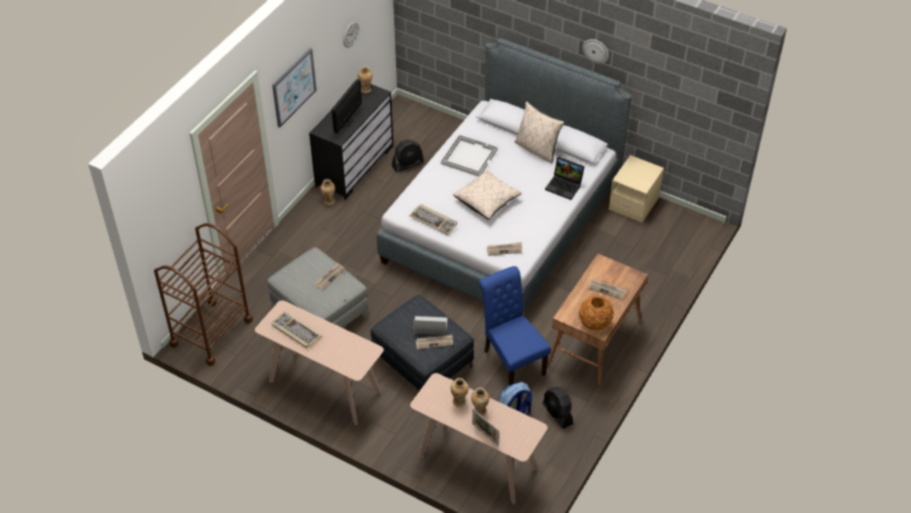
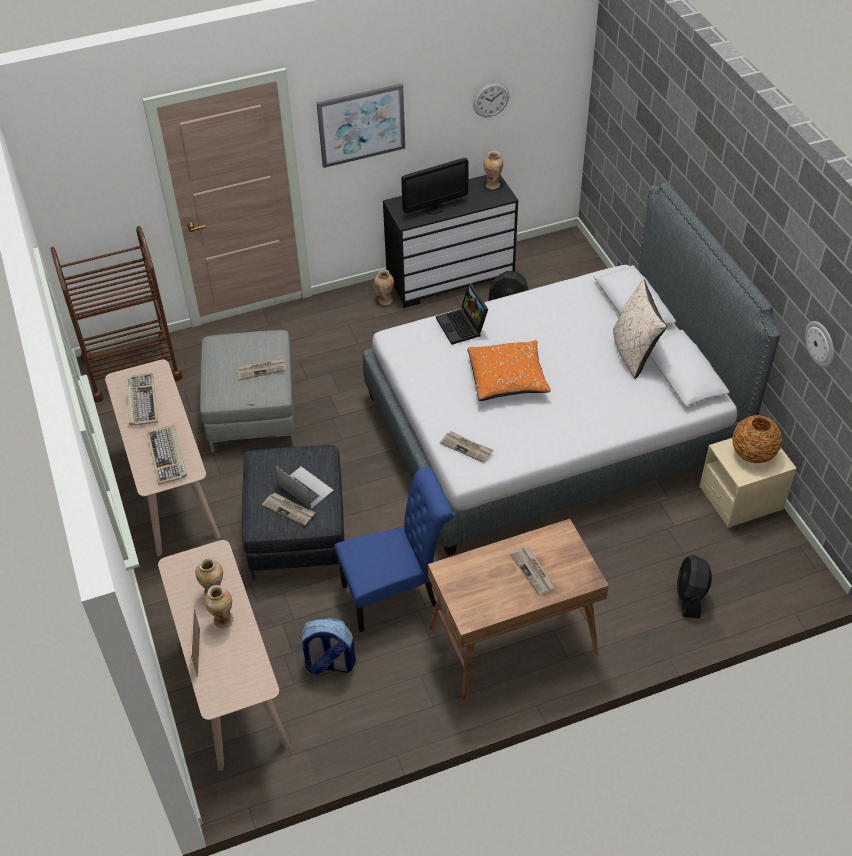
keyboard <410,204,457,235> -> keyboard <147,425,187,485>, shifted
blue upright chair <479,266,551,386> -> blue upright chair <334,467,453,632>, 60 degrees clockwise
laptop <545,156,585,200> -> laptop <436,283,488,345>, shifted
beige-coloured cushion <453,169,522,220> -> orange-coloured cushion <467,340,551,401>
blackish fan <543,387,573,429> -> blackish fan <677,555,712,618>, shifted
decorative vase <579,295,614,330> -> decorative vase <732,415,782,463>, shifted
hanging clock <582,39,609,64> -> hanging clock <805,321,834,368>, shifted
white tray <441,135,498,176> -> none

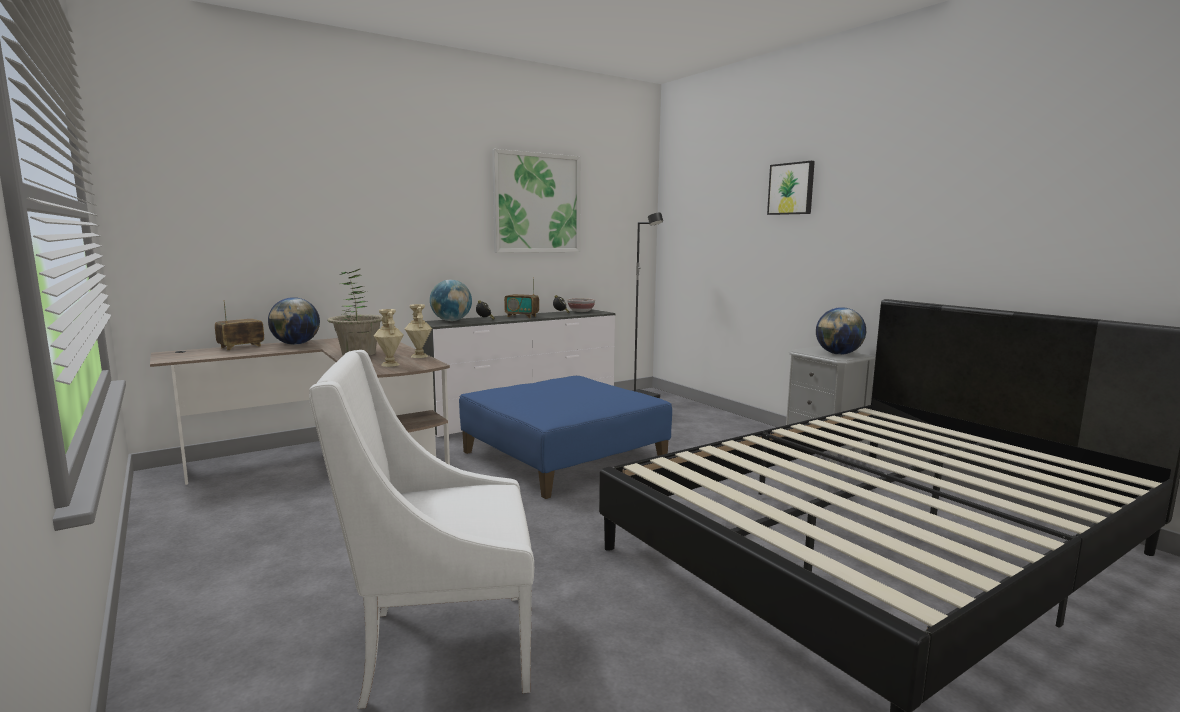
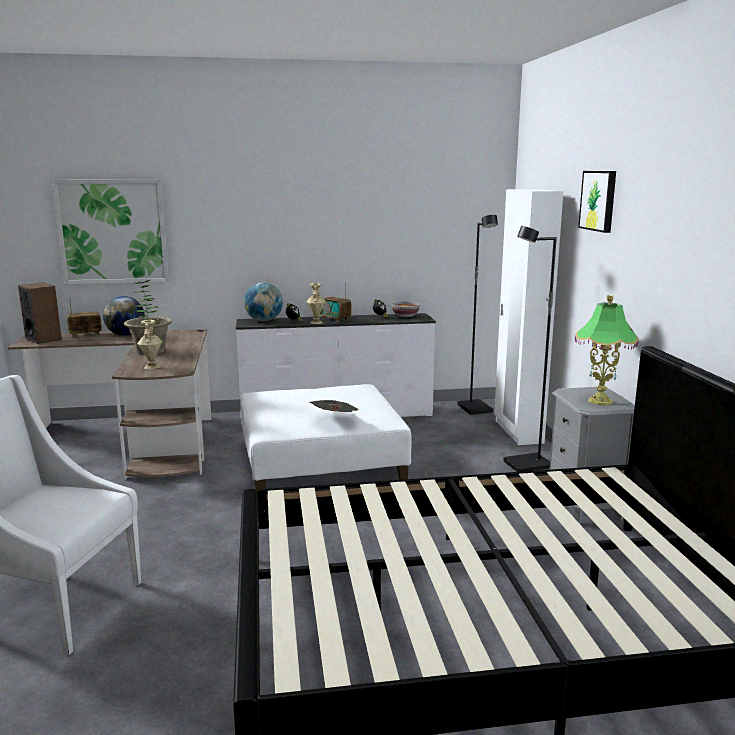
none -> audio speaker <18,283,62,344>
wall art <492,149,581,253> -> wall art <52,179,169,284>, shifted
blue footrest <459,376,672,499> -> white footrest <240,384,412,500>
beige-coloured decorative vase <405,304,432,358> -> beige-coloured decorative vase <306,283,326,324>, shifted
none -> printed paper <309,400,359,412>
none -> white clothes cupboard <494,189,564,445>
none -> blackish standing lamp <503,226,557,472>
desk globe <816,307,866,355> -> lamp for a table <575,295,639,405>

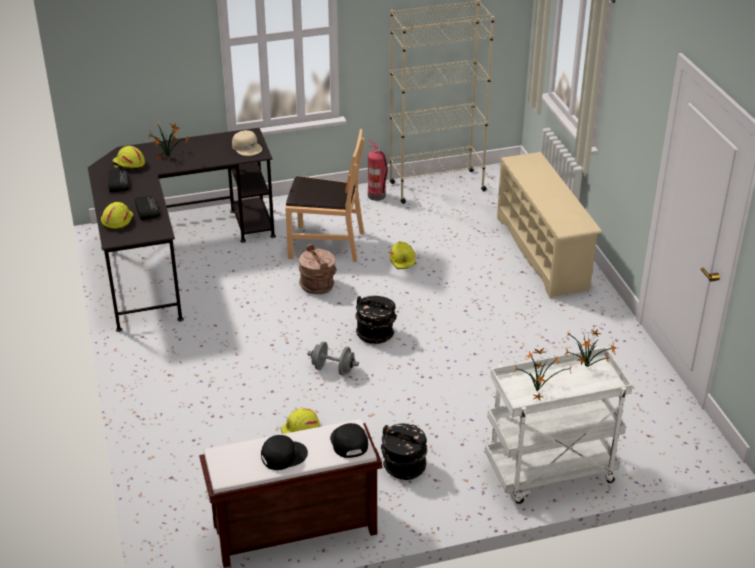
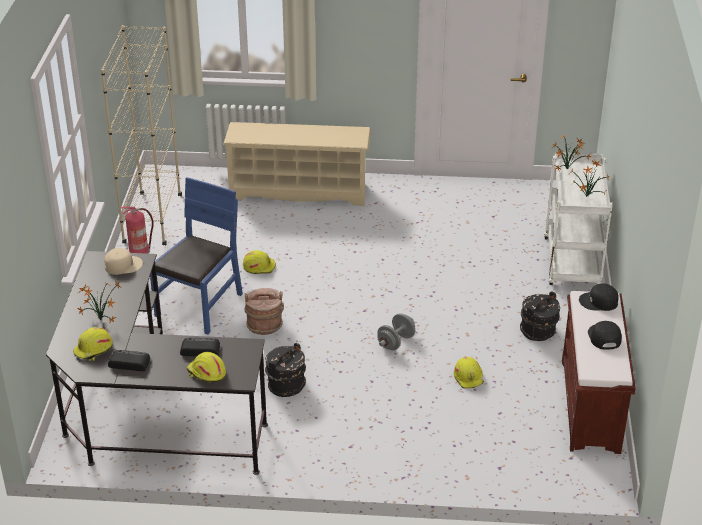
brown-coloured upright chair <285,129,365,262> -> blue upright chair <150,177,243,335>
blackish water bucket <355,296,397,344> -> blackish water bucket <265,343,306,397>, shifted

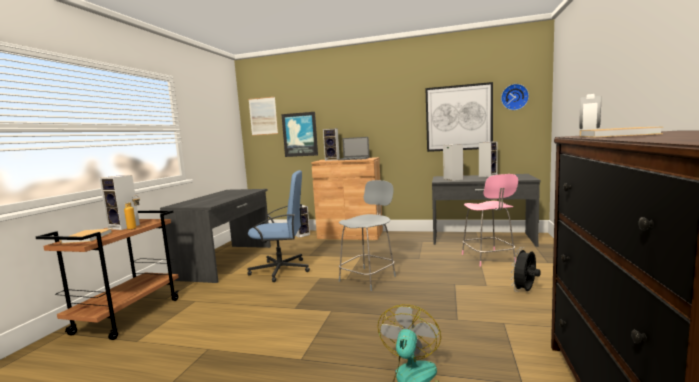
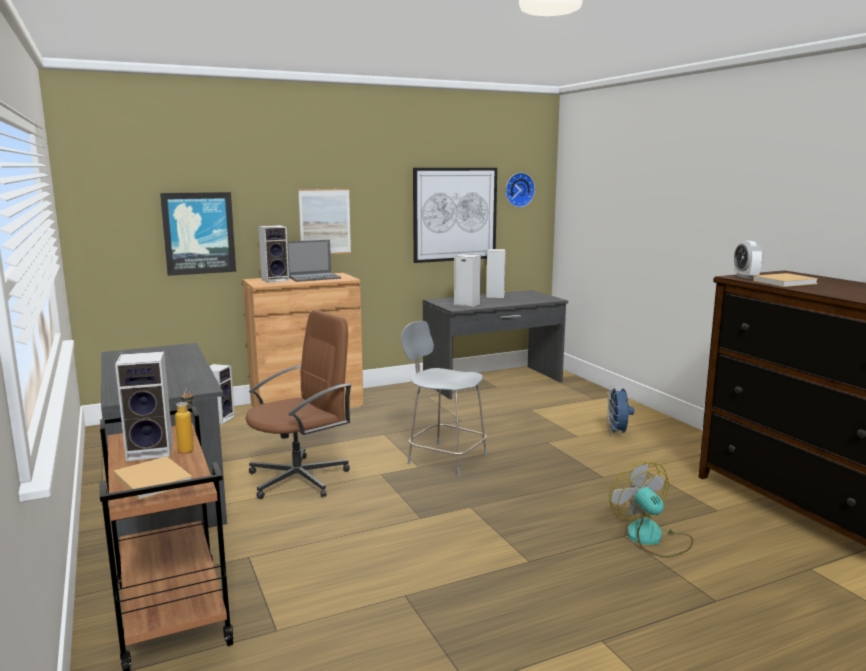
blue computer chair <247,170,310,282> -> brown-coloured computer chair <246,310,352,499>
wall art <248,97,278,136> -> wall art <298,189,351,254>, shifted
greyish upright chair <339,180,396,291> -> greyish upright chair <401,321,487,477>, 60 degrees counterclockwise
blackish fan <511,247,541,292> -> blue fan <606,385,634,436>
pink-coloured upright chair <462,174,518,267> -> none

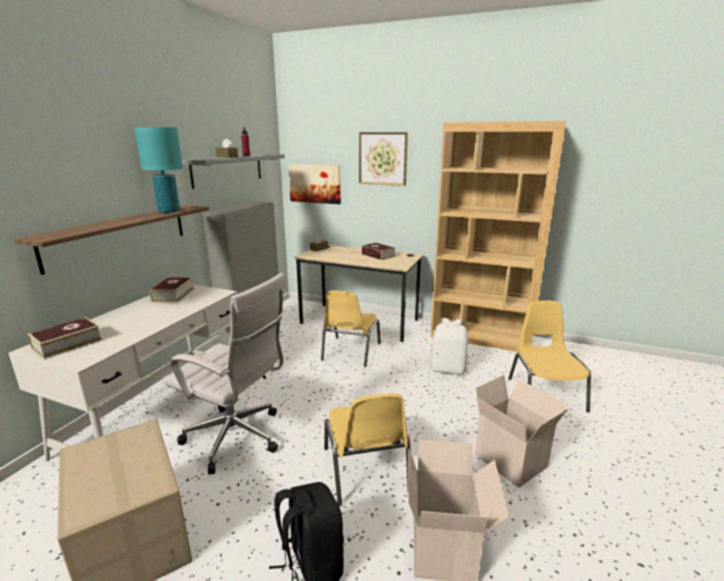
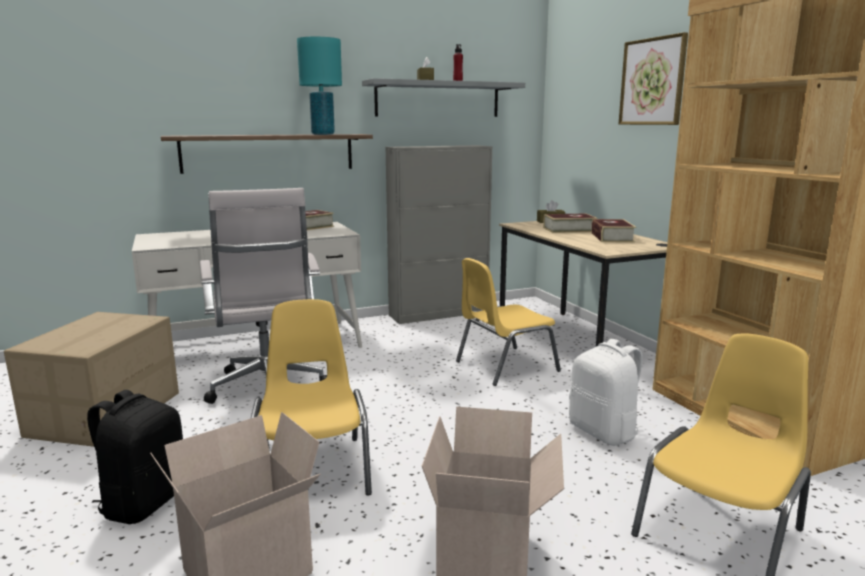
yellow upright chair <324,393,410,506> -> yellow upright chair <251,299,372,495>, 135 degrees clockwise
volume <28,317,103,359> -> volume <543,214,597,233>, shifted
wall art <288,164,341,204> -> none

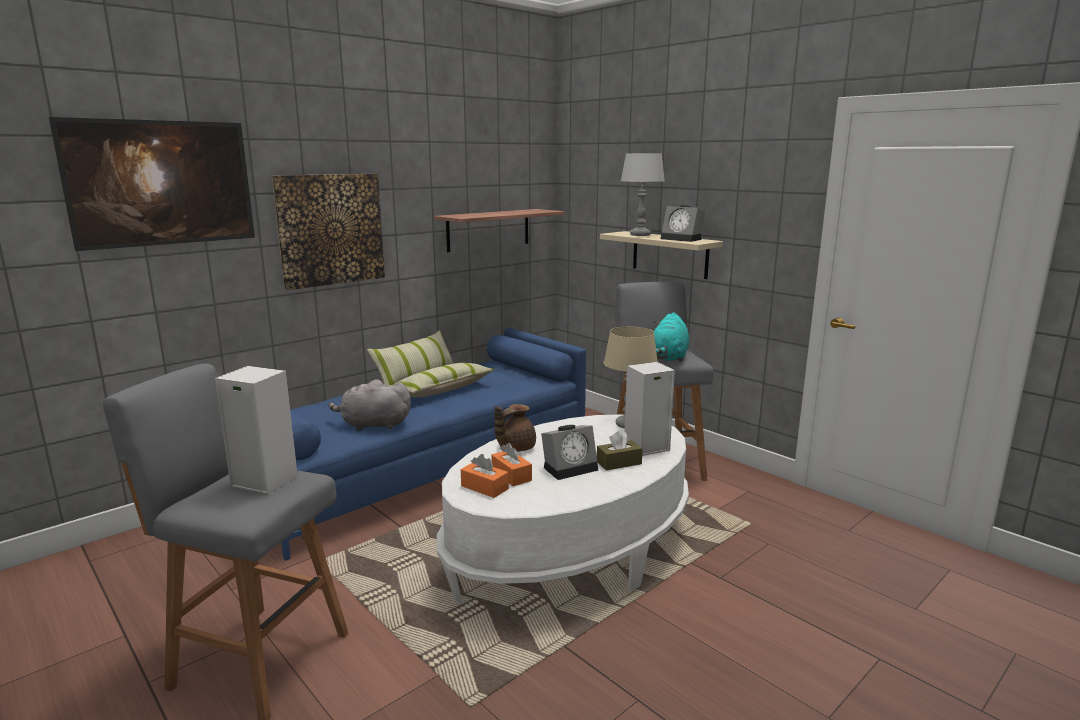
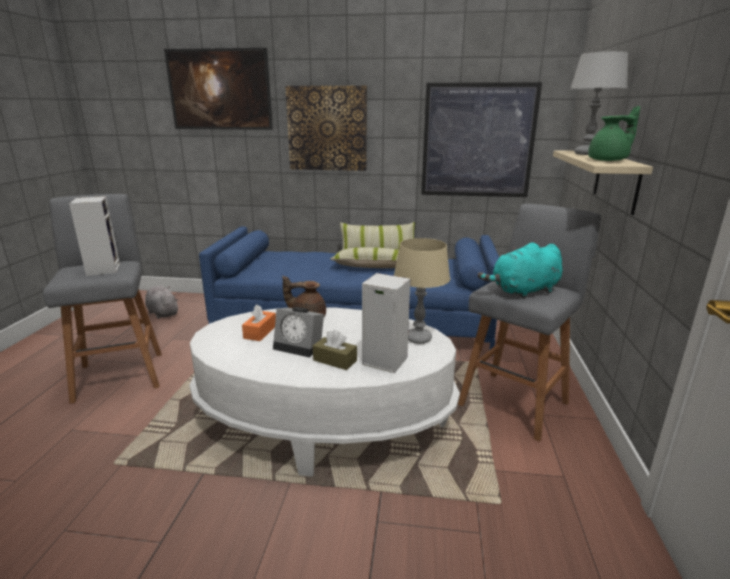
greyish soft toy <328,379,411,431> -> greyish soft toy <145,285,178,319>, shifted
bracket shelf <434,209,565,252> -> wall art <421,82,542,197>
bedside clock <661,205,705,242> -> greenish teapot <588,106,640,161>
orange-coloured tissue holder <461,454,509,498> -> none

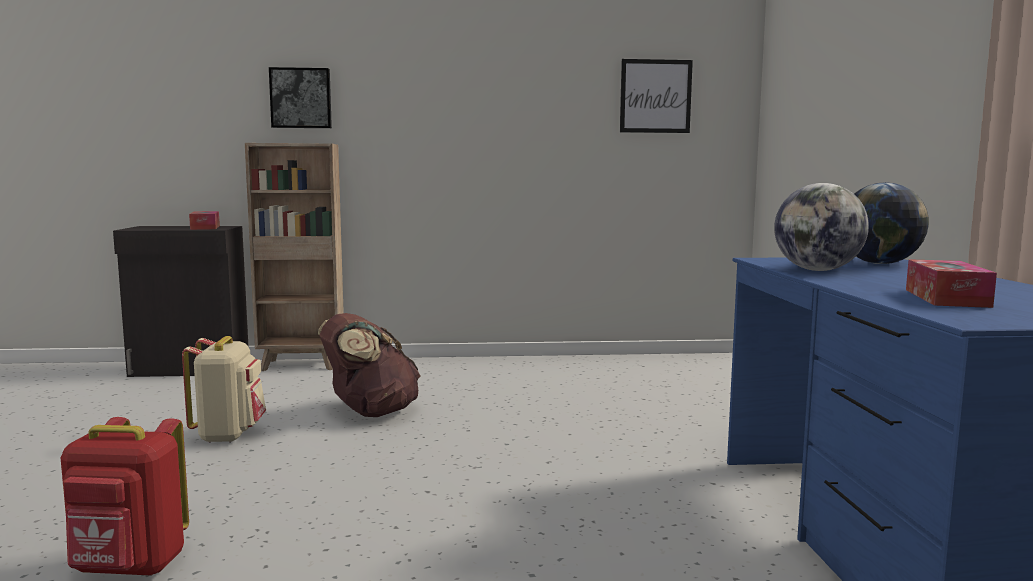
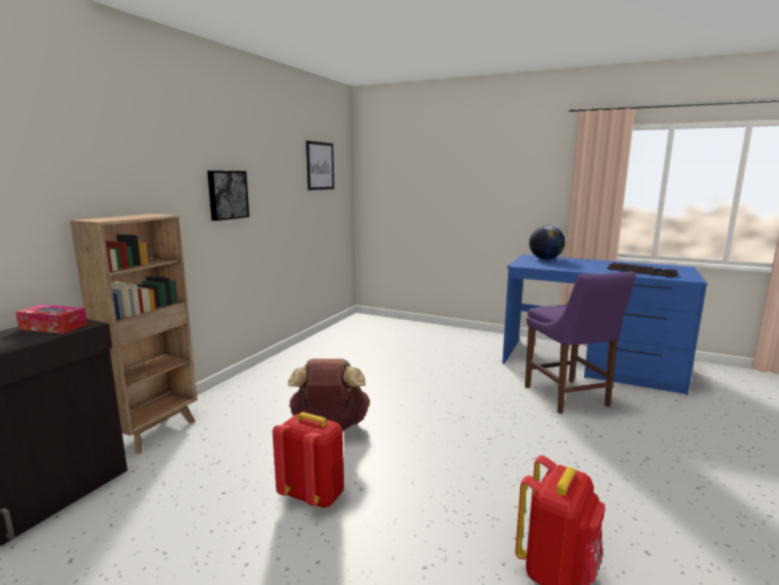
wall art <269,67,332,128> -> wall art <207,171,249,221>, shifted
beige-coloured rucksack <182,336,266,443> -> red rucksack <272,412,344,508>
none -> purple upright chair <525,272,636,414>
tissue holder <906,259,997,308> -> keyboard <607,262,678,277>
desk globe <774,183,869,271> -> none

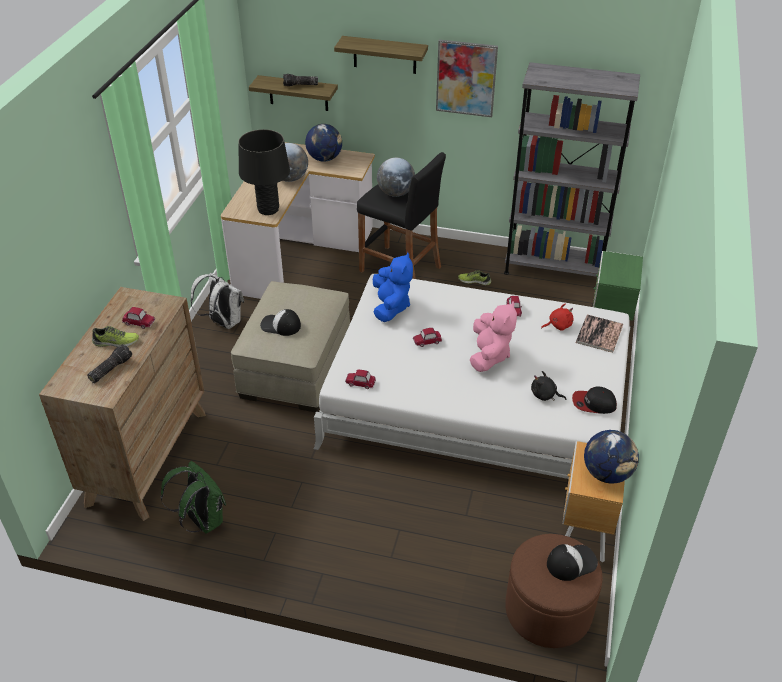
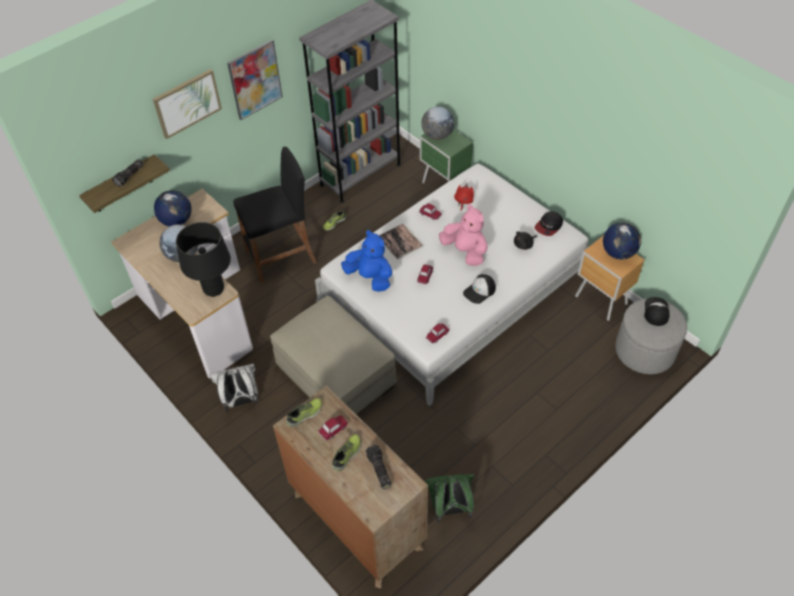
bracket shelf <334,36,428,74> -> wall art <153,69,222,139>
none -> shoe <286,398,322,427>
volume <576,315,623,353> -> volume <379,224,423,260>, shifted
desk globe <377,157,415,197> -> desk globe <421,107,454,140>, shifted
peaked cap <260,309,301,336> -> peaked cap <463,274,496,304>, shifted
brown-coloured footrest <505,534,603,648> -> greyish footrest <615,299,687,374>

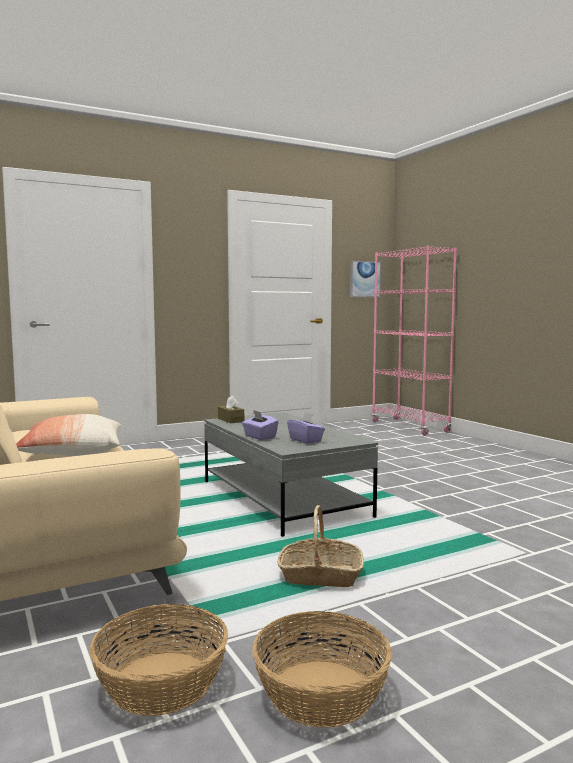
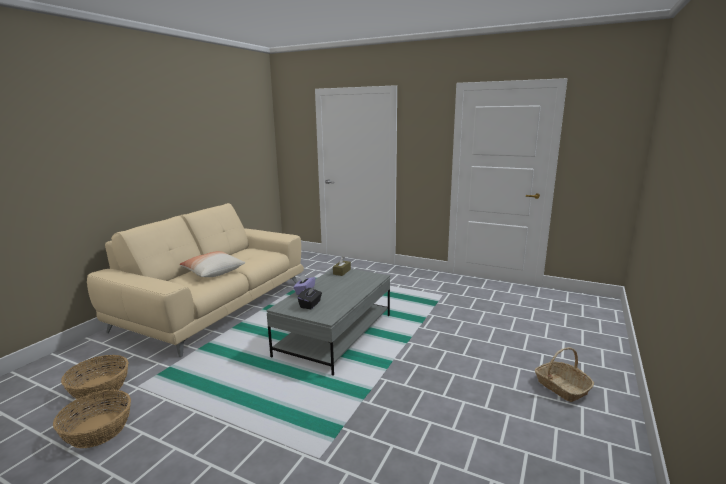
purple tissue holder <287,412,325,444> -> blackish tissue holder <298,286,322,309>
household basket <278,505,364,587> -> household basket <535,347,594,402>, shifted
wall art <350,261,381,297> -> none
pink-coloured bookcase <372,246,457,436> -> none

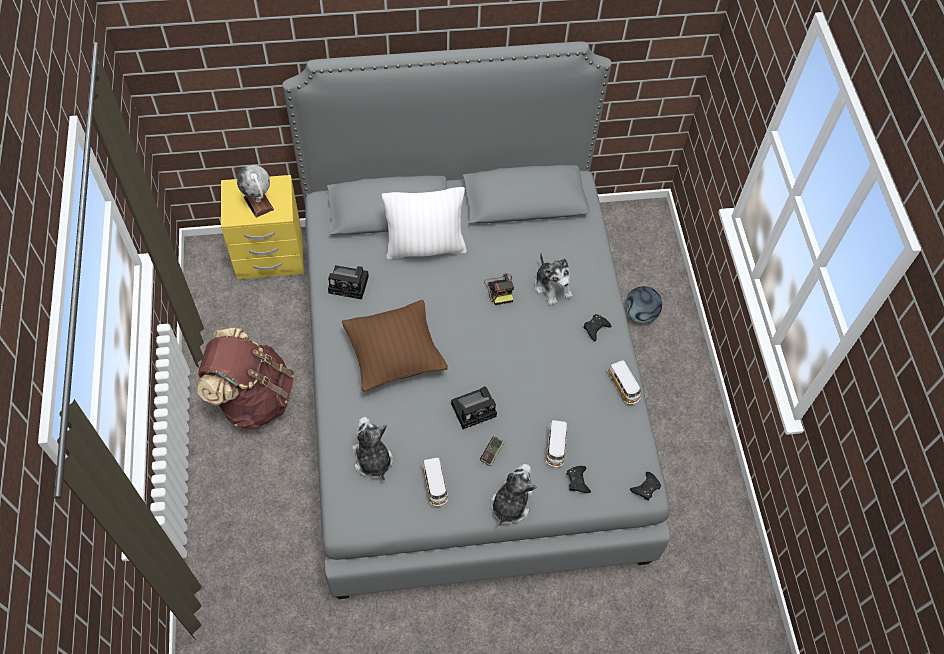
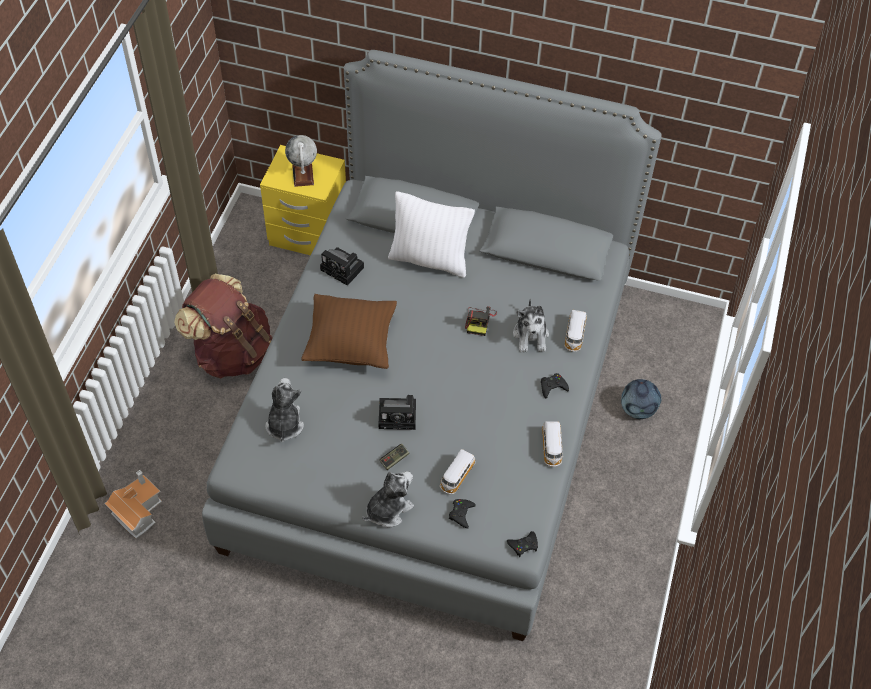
none -> model house <104,470,162,539>
miniature car <422,458,449,506> -> miniature car <564,310,587,352>, shifted

